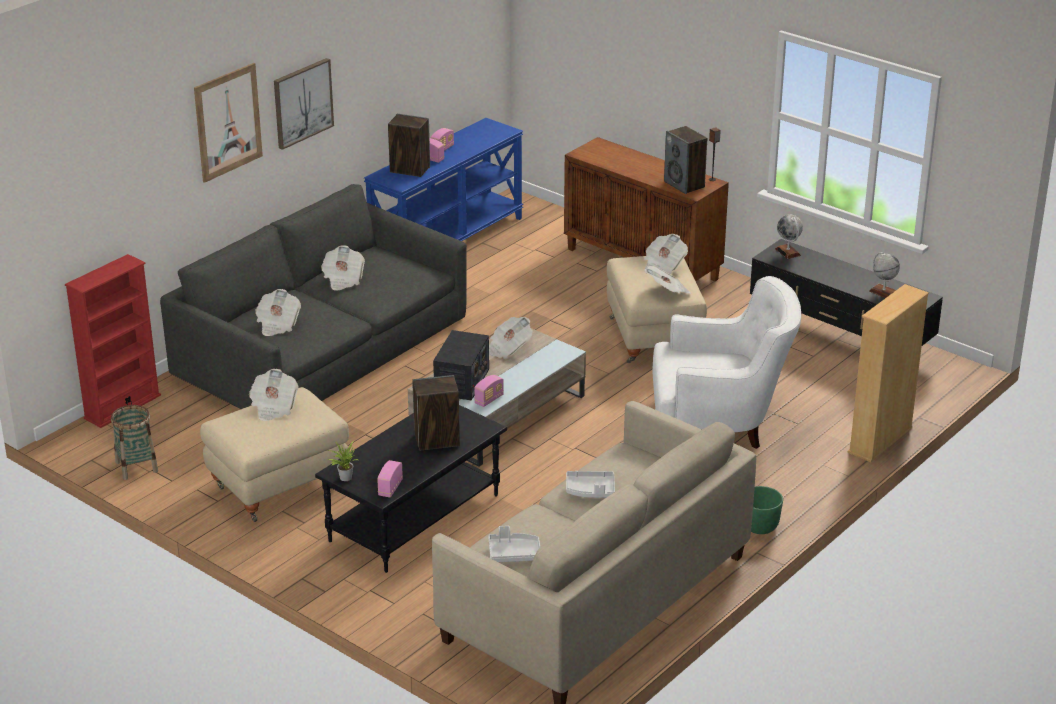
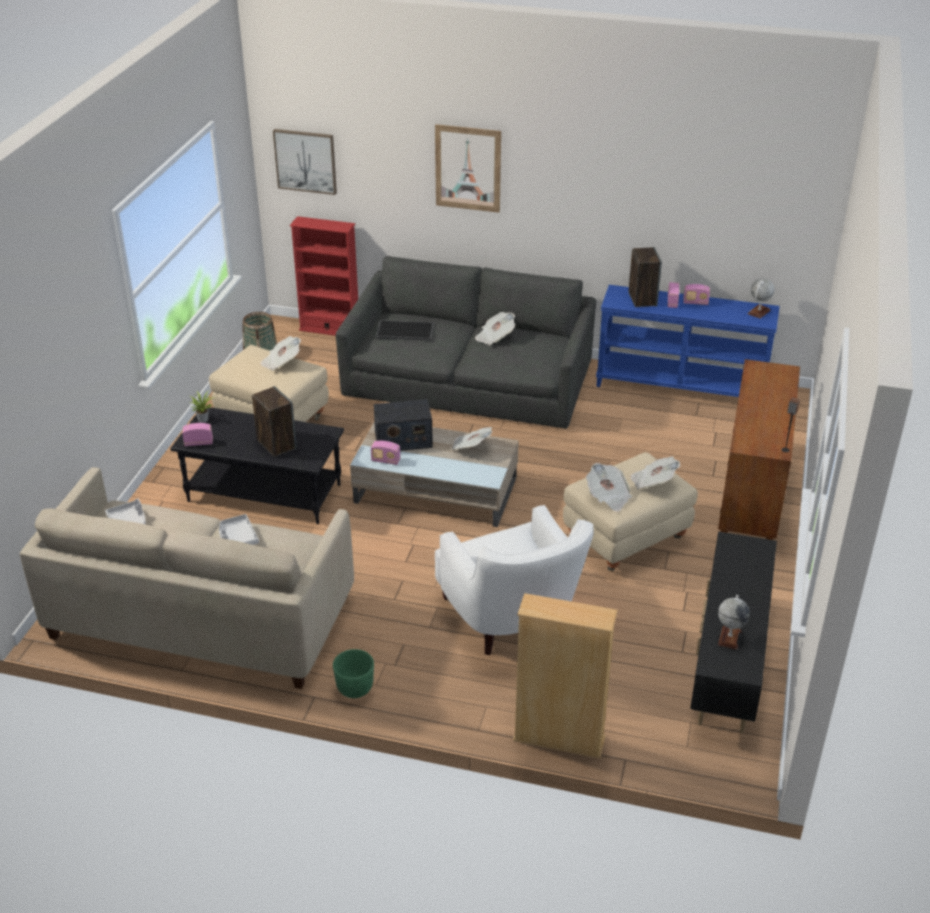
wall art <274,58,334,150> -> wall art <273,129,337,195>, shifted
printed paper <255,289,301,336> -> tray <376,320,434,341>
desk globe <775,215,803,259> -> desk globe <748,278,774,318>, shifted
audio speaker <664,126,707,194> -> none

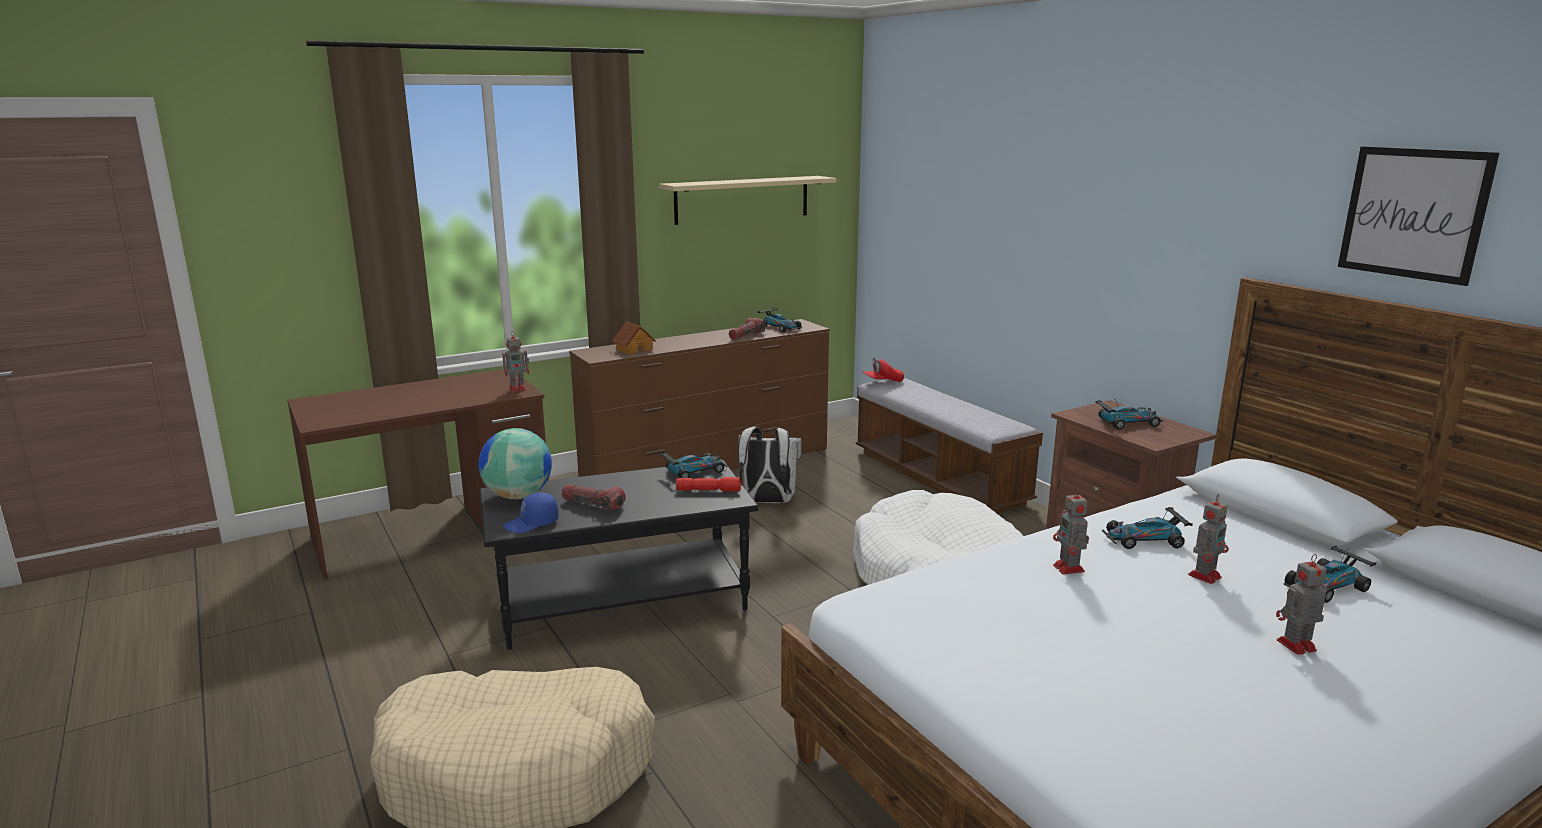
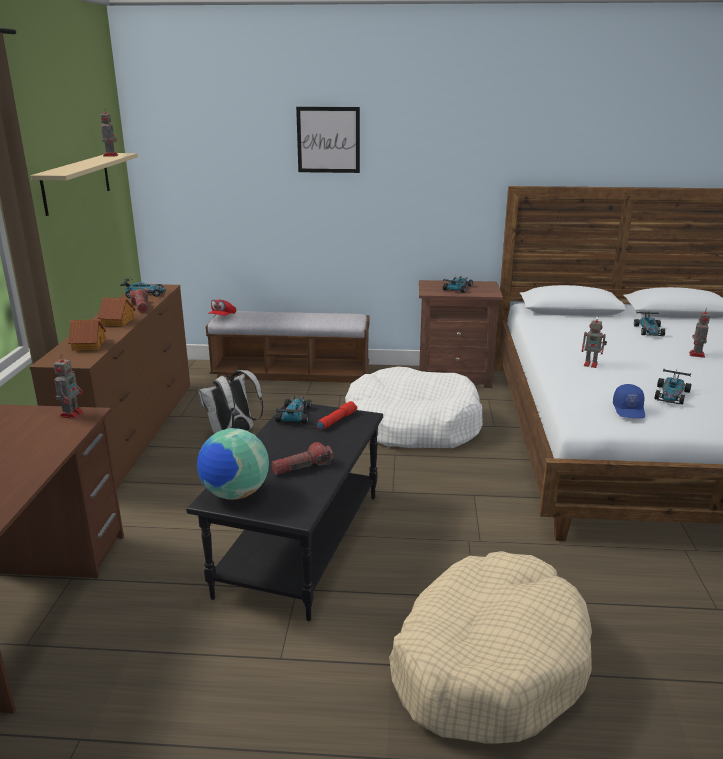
none -> model house <97,297,136,327>
model robot <1188,494,1229,584> -> model robot <100,110,118,156>, shifted
wall art <1338,146,1499,286> -> wall art <296,107,360,173>, shifted
blue peaked cap <503,492,559,533> -> blue peaked cap <613,384,645,418>, shifted
miniature car <1102,507,1193,549> -> miniature car <654,369,692,405>, shifted

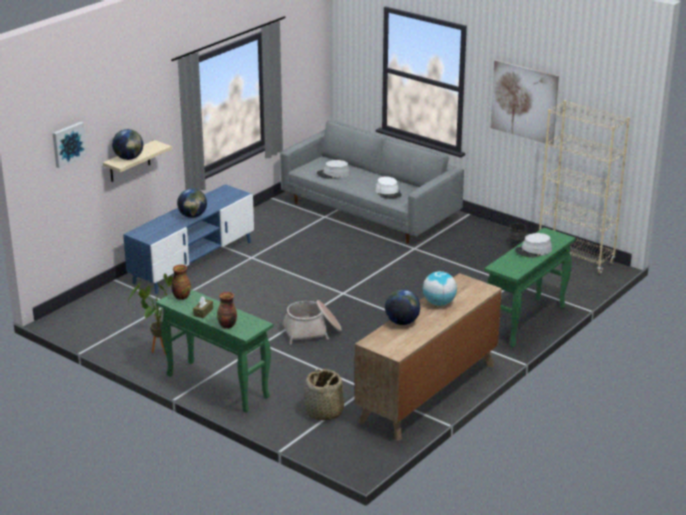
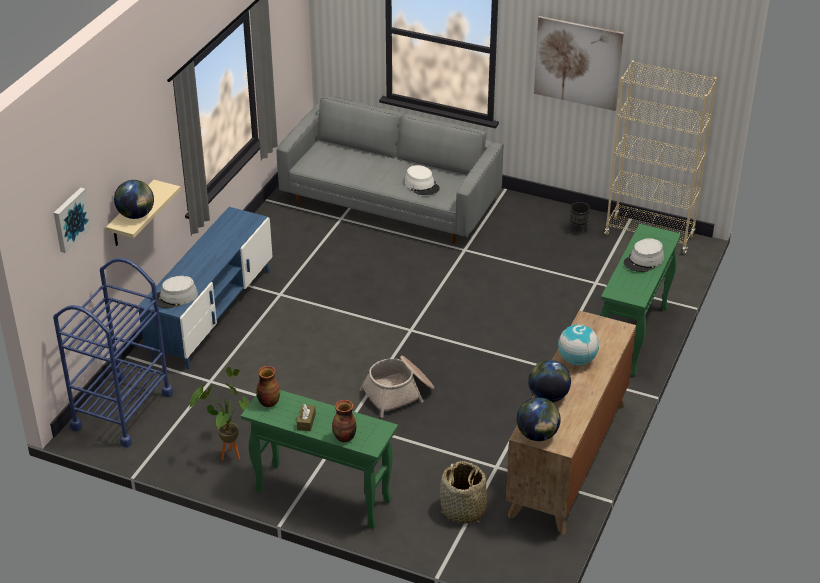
none -> blue cart <53,258,173,448>
greyish hat <317,160,350,179> -> greyish hat <151,276,198,308>, shifted
desk globe <177,188,207,218> -> desk globe <517,397,561,441>, shifted

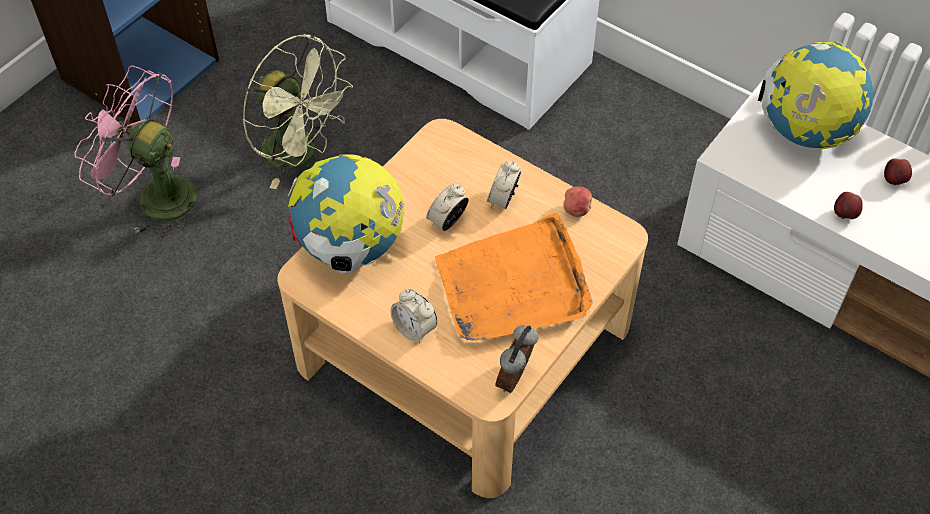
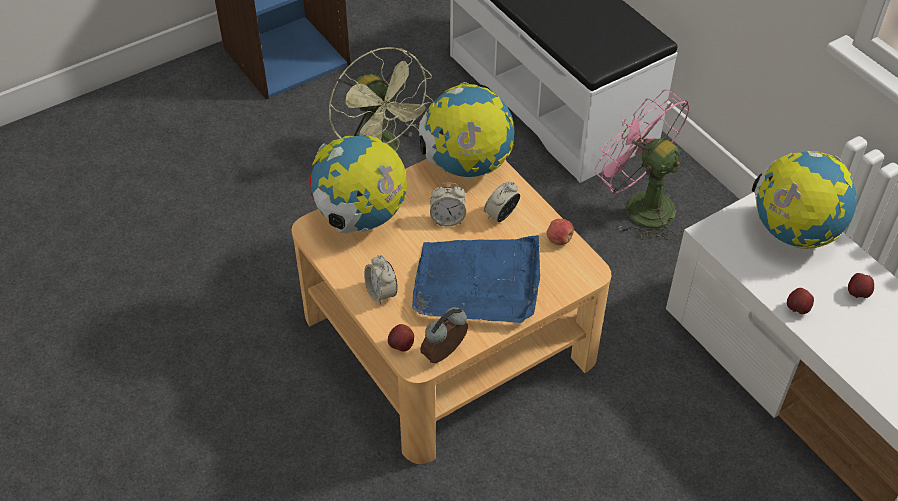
none -> whole apple <388,324,414,352>
orange-coloured tray <435,212,593,341> -> blue tray <412,235,540,323>
none -> desk globe <419,82,514,177>
bedside clock <426,184,469,231> -> bedside clock <430,183,466,226>, 150 degrees counterclockwise
pink-coloured fan <74,65,201,237> -> pink-coloured fan <594,89,690,240>, shifted

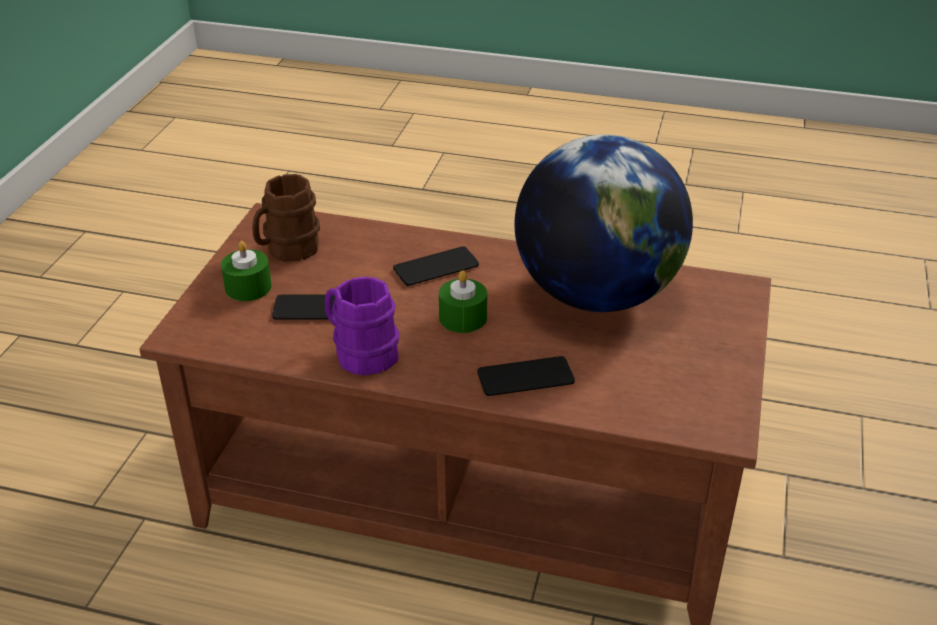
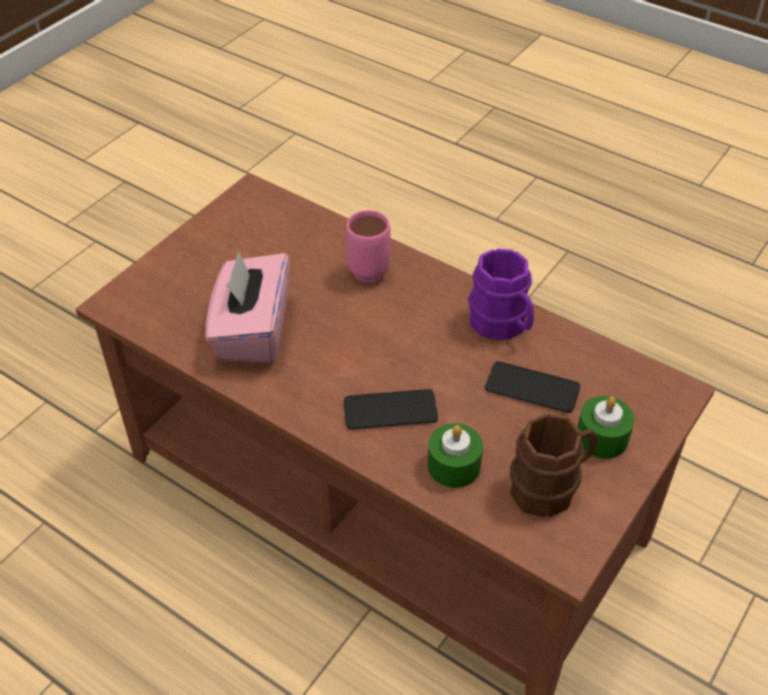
desk globe <514,135,693,312> -> pink-coloured tissue holder <205,251,290,363>
phone <477,356,575,396> -> pink-coloured coffee mug <346,210,391,283>
greenish candle <439,271,487,333> -> greenish candle <428,423,483,488>, shifted

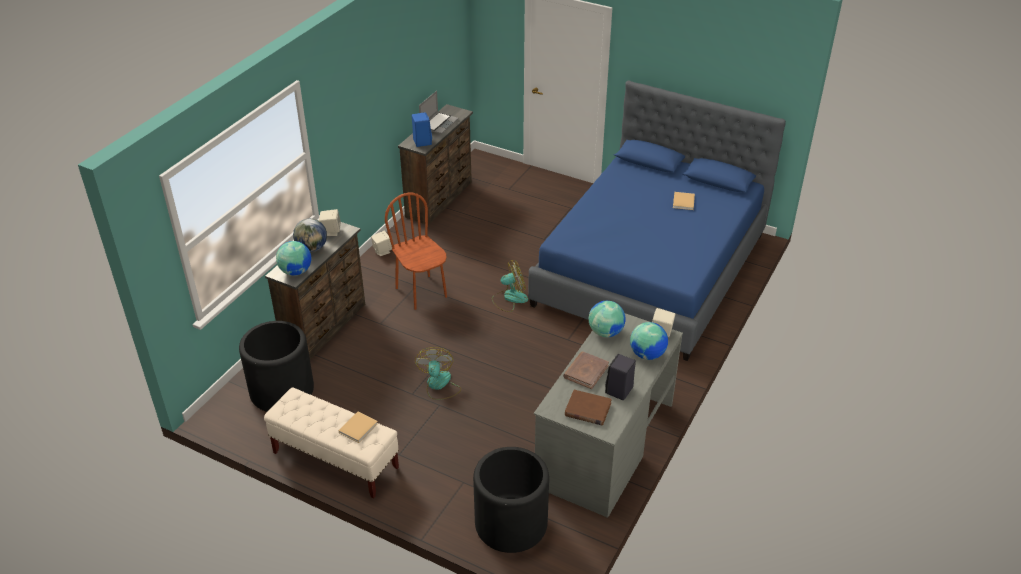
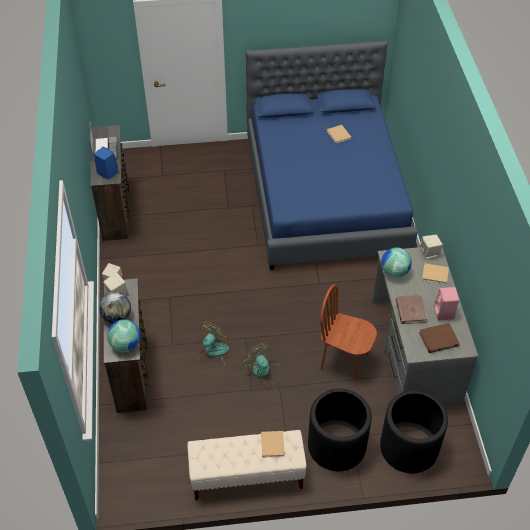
fan <492,260,528,312> -> fan <198,321,229,369>, shifted
blackish flower pot <239,321,314,412> -> blackish flower pot <308,389,372,471>, shifted
brown-coloured upright chair <385,193,447,310> -> brown-coloured upright chair <320,285,377,381>, shifted
desk globe <630,322,668,360> -> beige-coloured volume <422,263,449,284>
blackish audio speaker <605,354,636,400> -> pink-coloured audio speaker <434,287,459,320>

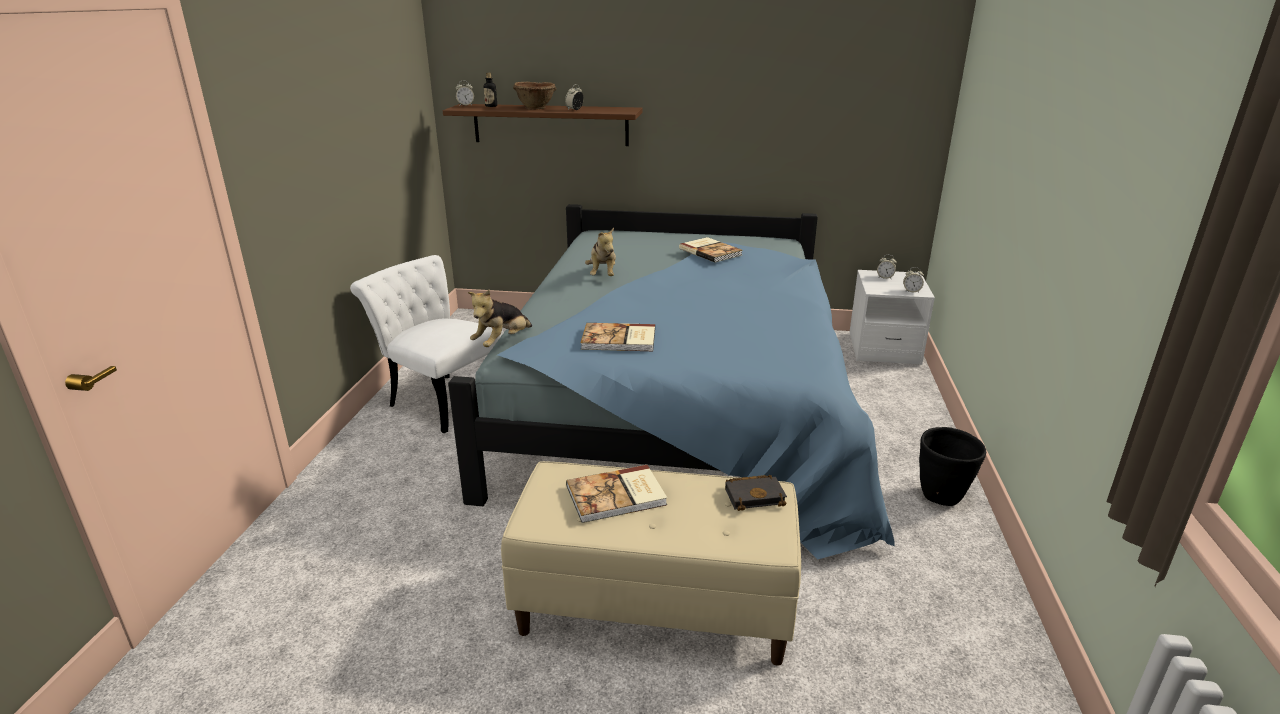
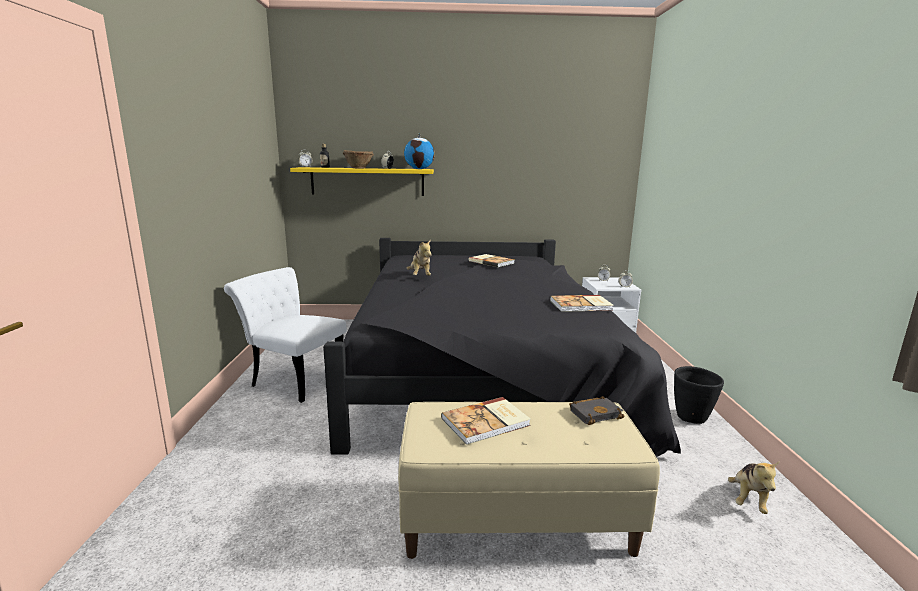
brown-coloured bracket shelf <443,104,643,146> -> yellow bracket shelf <290,167,434,196>
blue bedroom bed <448,204,895,560> -> blackish bedroom bed <323,238,681,457>
none -> desk globe <404,133,435,169>
volume <580,323,655,351> -> volume <550,295,614,312>, shifted
soft toy <468,289,532,347> -> soft toy <728,462,779,514>, shifted

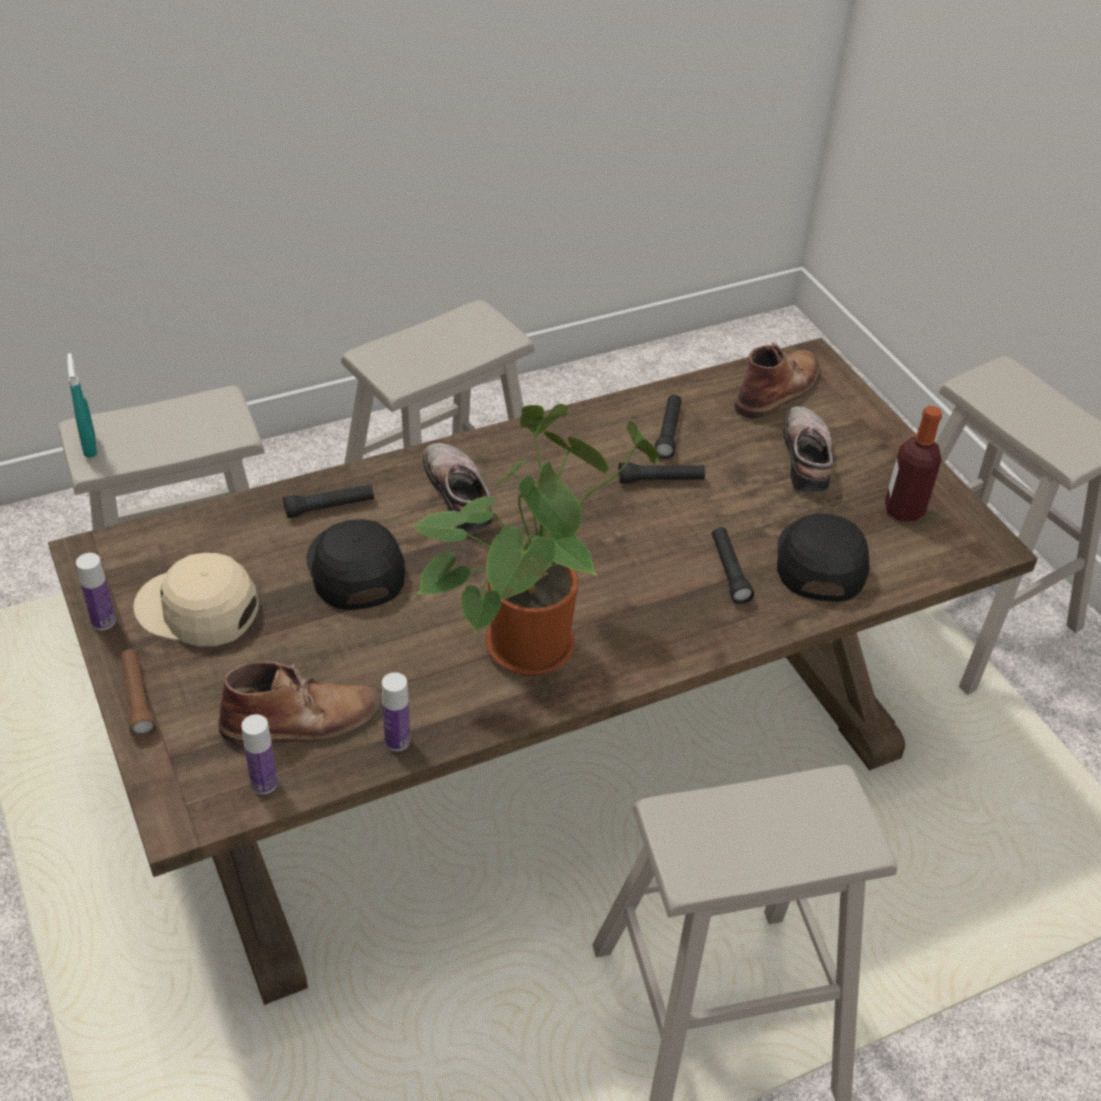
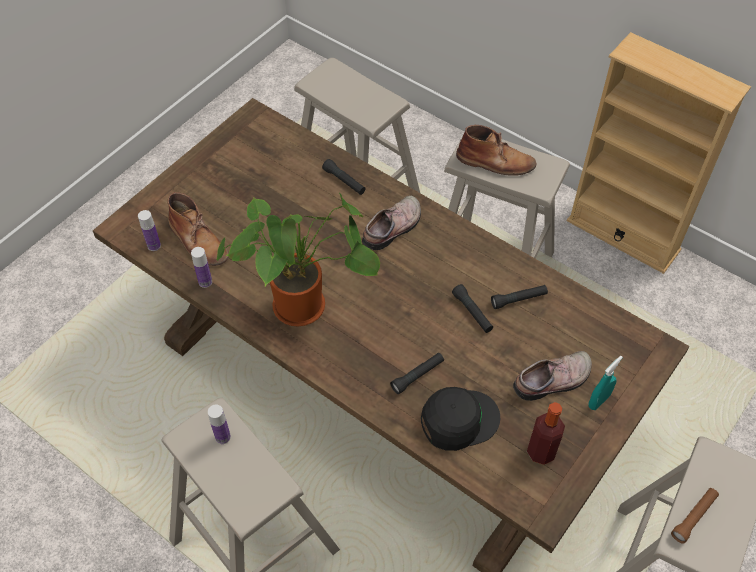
beverage bottle <76,553,116,630> -> beverage bottle <208,404,231,444>, shifted
brown-coloured high-top boot <734,342,819,419> -> brown-coloured high-top boot <456,125,536,176>, shifted
none -> beige-coloured bookcase <567,32,751,274>
blue-green sprayer <67,353,97,458> -> blue-green sprayer <589,356,623,410>, shifted
brown-coloured hand torch <120,649,156,738> -> brown-coloured hand torch <671,488,719,544>, shifted
beige-coloured peaked cap <133,553,259,646> -> none
blackish peaked cap <306,519,405,610> -> none

